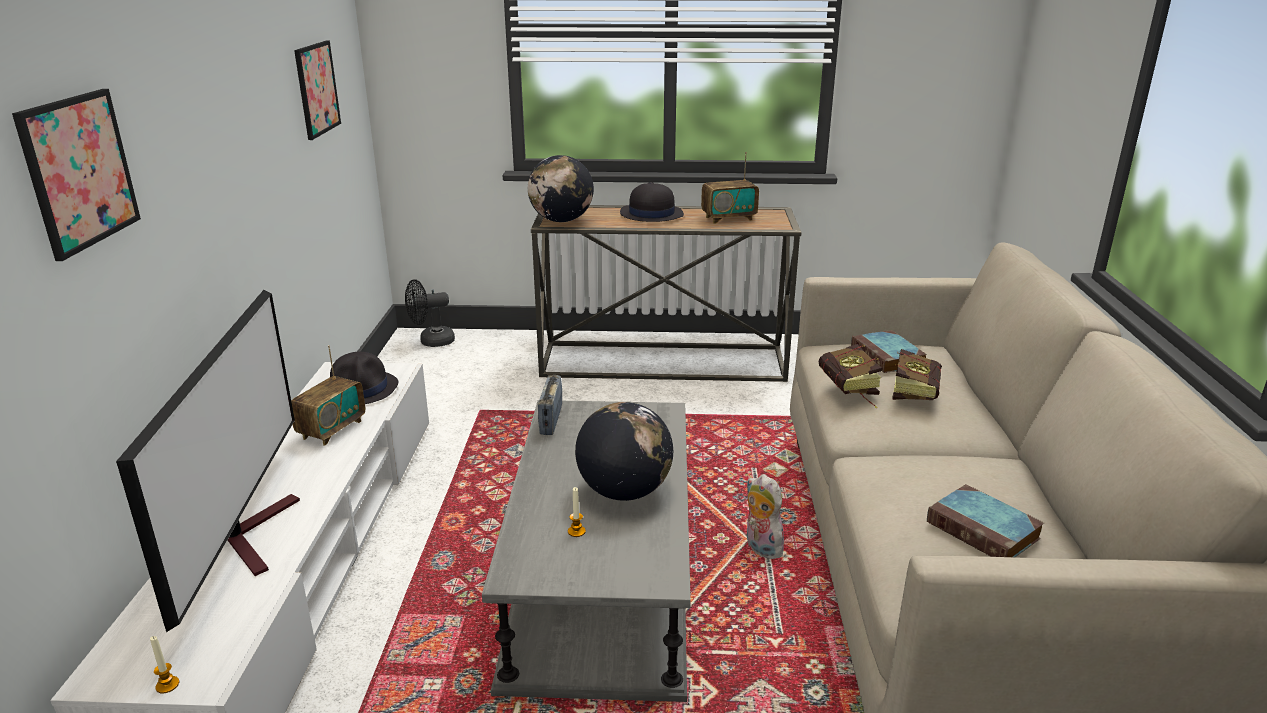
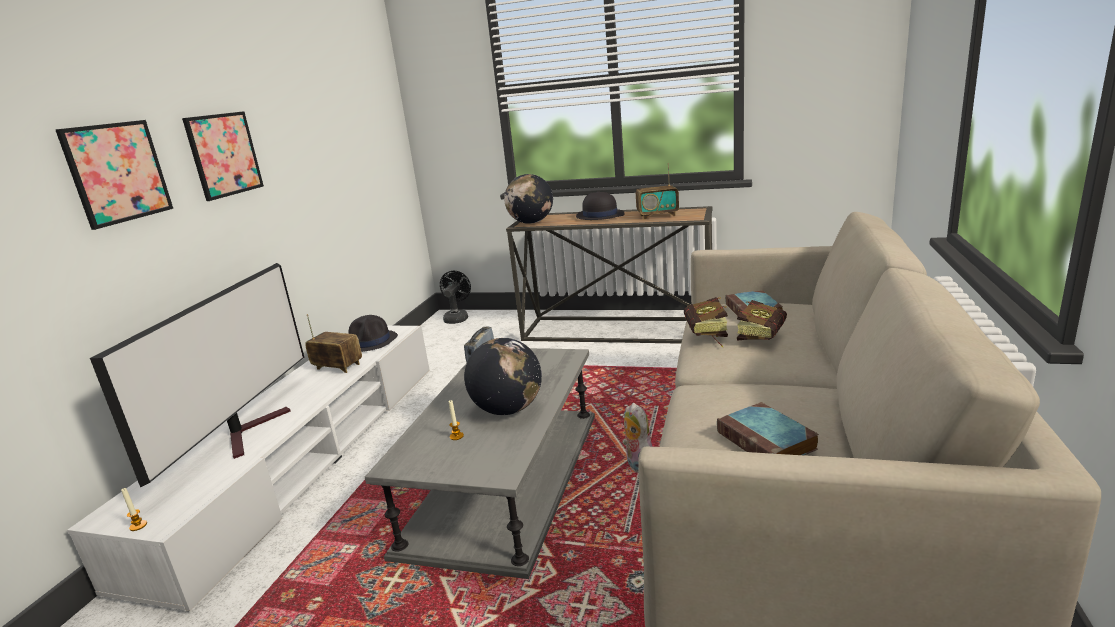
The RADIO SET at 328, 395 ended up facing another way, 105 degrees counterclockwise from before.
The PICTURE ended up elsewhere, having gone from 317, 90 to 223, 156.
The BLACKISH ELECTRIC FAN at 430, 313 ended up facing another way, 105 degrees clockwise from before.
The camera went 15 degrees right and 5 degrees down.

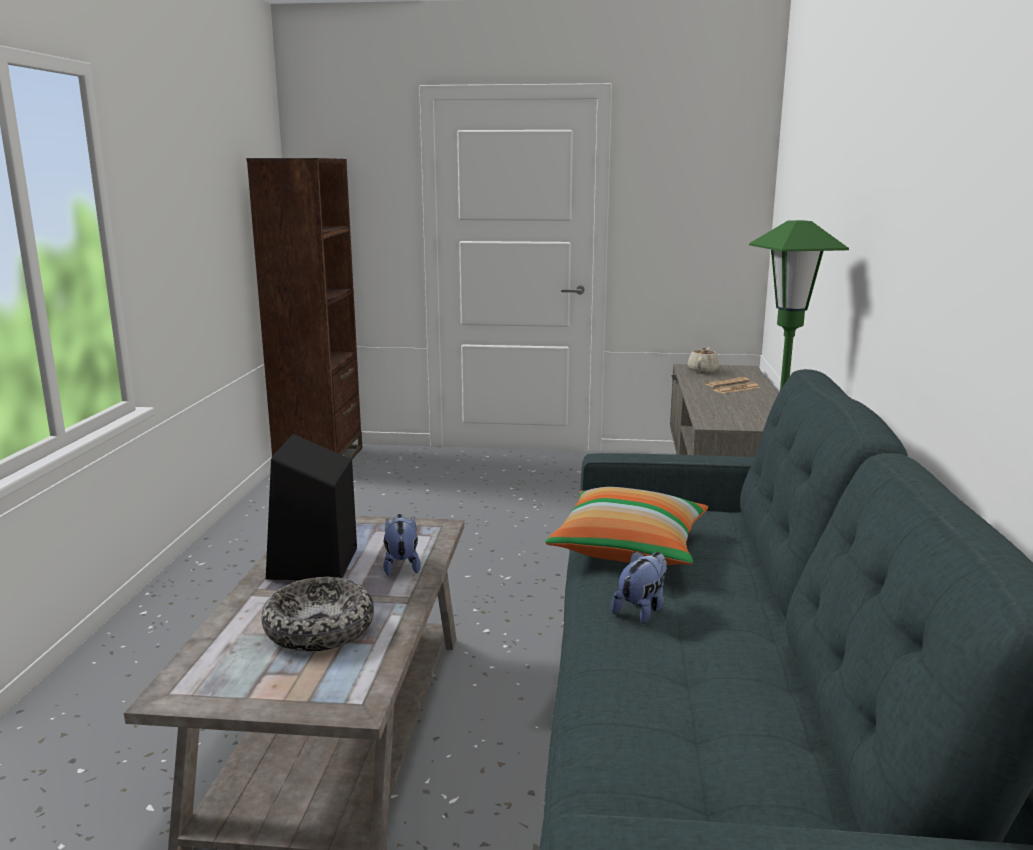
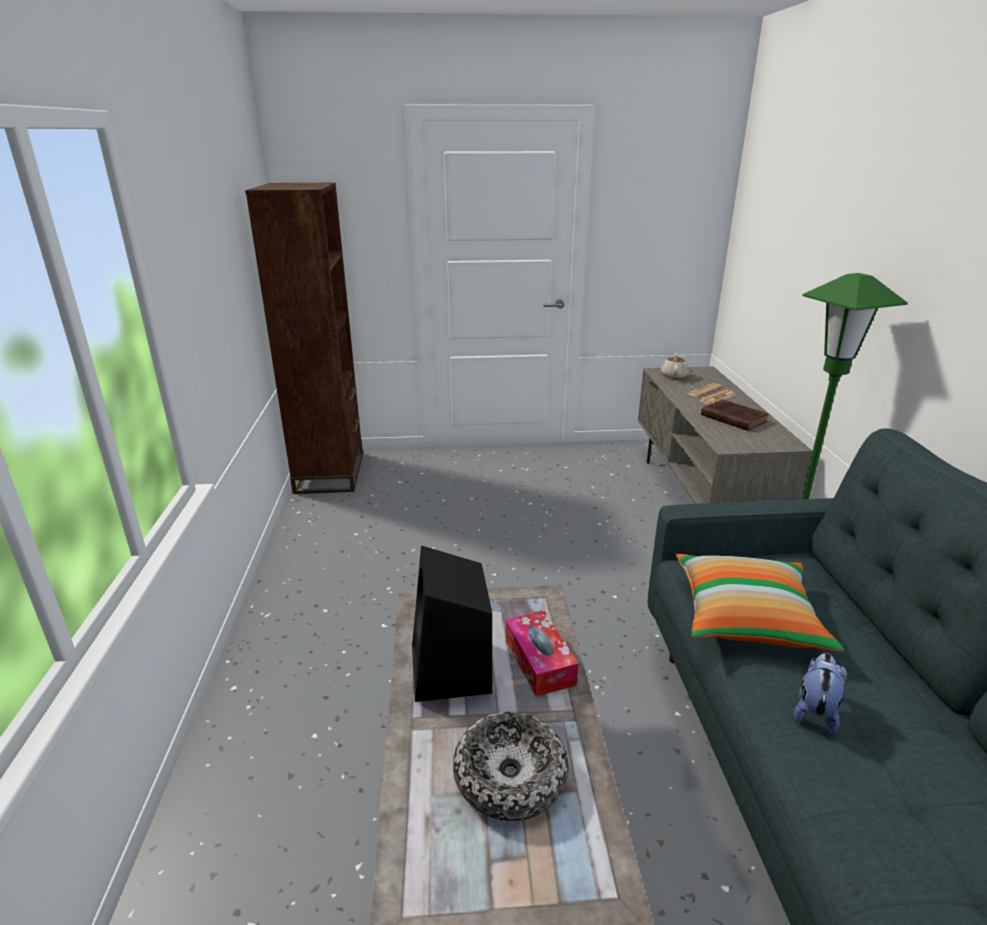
Where the CUDDLY TOY stood at 402, 544, the TISSUE BOX came to stand at 542, 654.
The second view gained the BROWNISH VOLUME at 734, 415.
The camera went 10 degrees left and 10 degrees up.

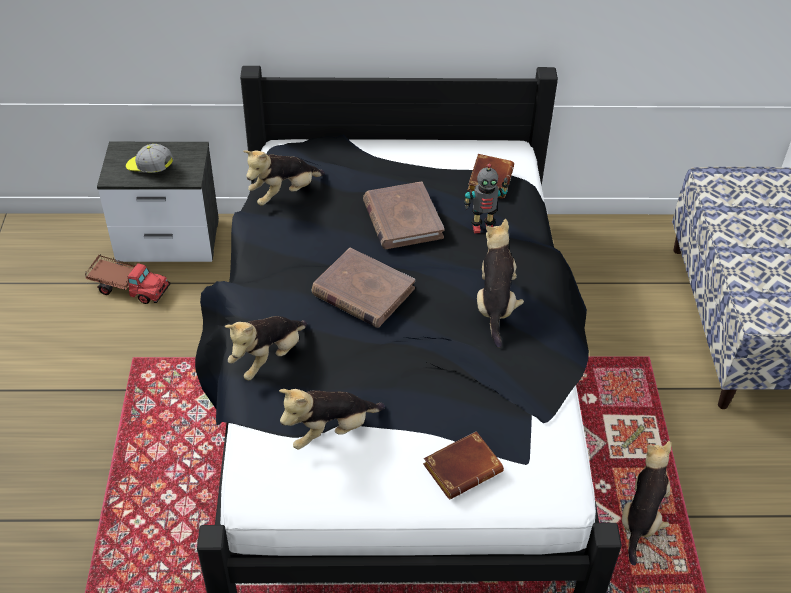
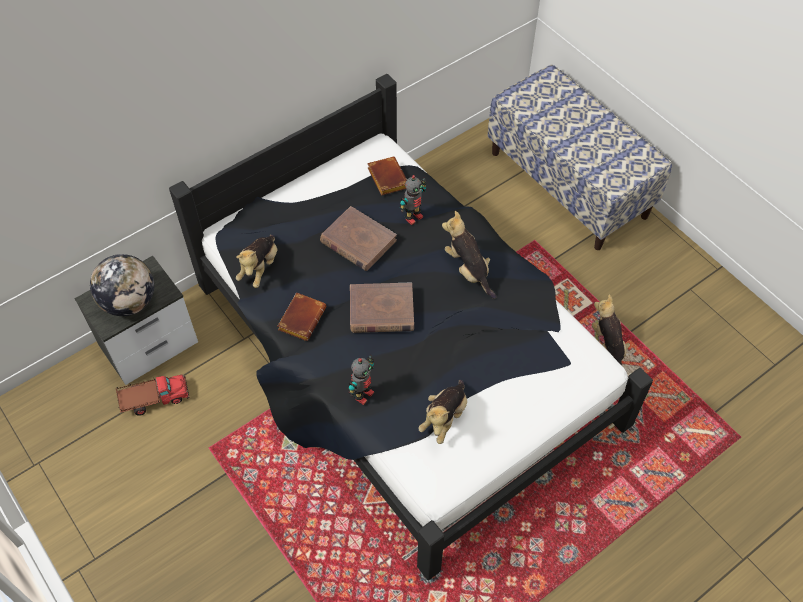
Where the BASEBALL CAP stood at 150, 158, the GLOBE came to stand at 122, 285.
Where the CUDDLY TOY stood at 266, 348, the ROBOT FIGURE came to stand at 361, 380.
The BROWNISH VOLUME ended up elsewhere, having gone from 463, 465 to 302, 316.
The camera went 35 degrees left and 10 degrees up.

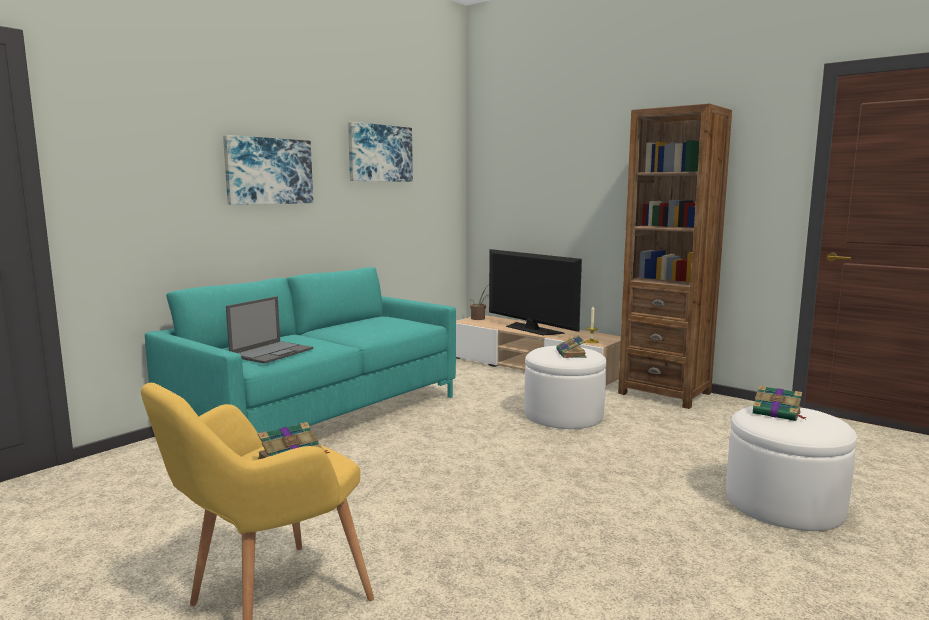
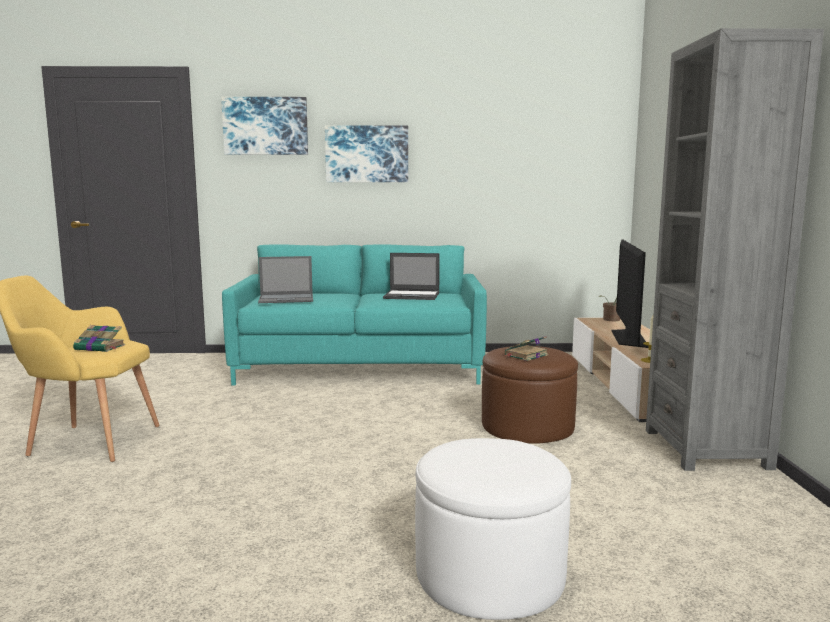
The PICTURE ended up elsewhere, having gone from 380, 152 to 264, 126.
What was the WHITE FOOTREST at 565, 387 turned into the BROWNISH FOOTREST at 530, 395.
What was the BROWNISH BOOKCASE at 675, 256 turned into the GREY BOOKCASE at 735, 249.
The second view lost the VOLUME at 779, 403.
The second view gained the LAPTOP at 411, 276.
The camera went 50 degrees right and 0 degrees up.

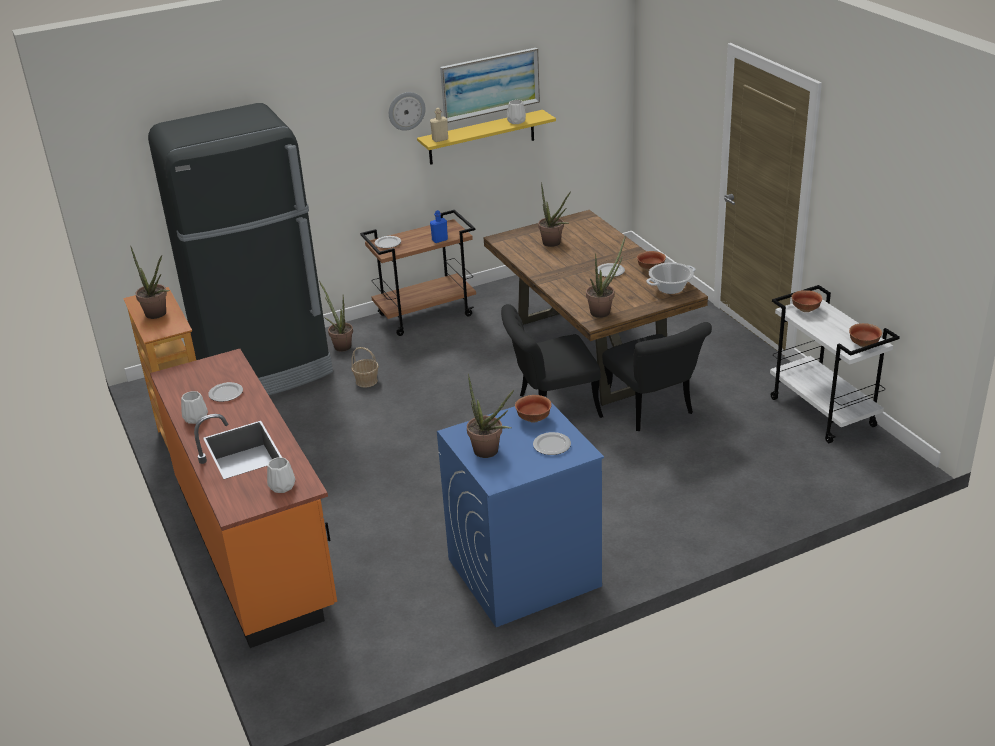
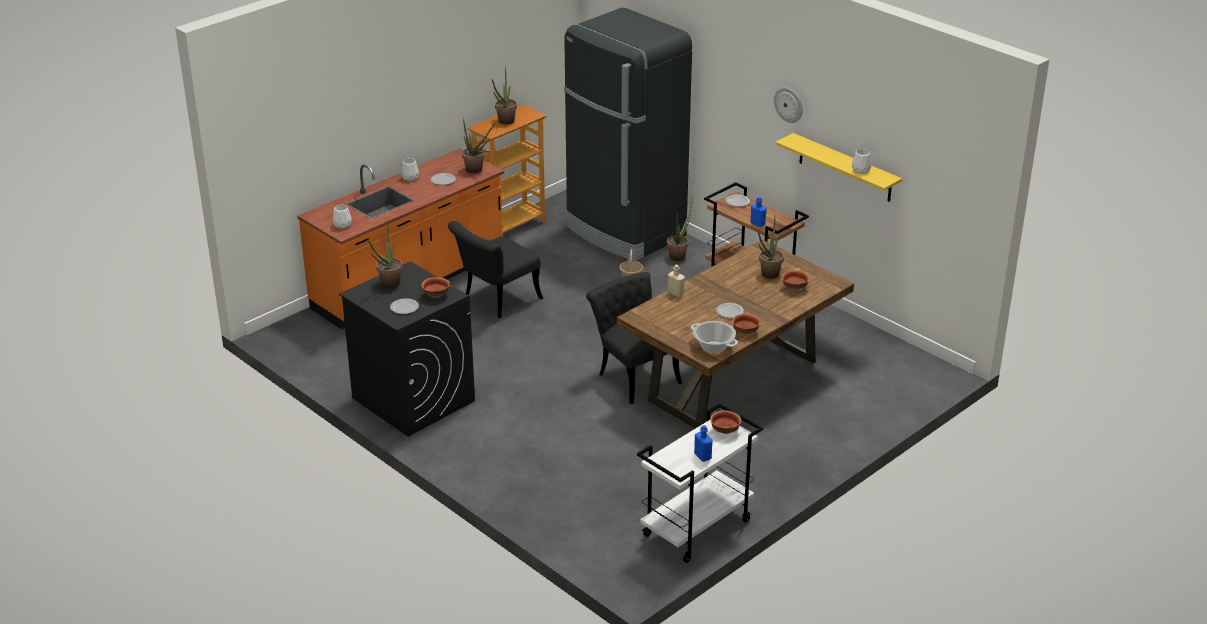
The BEIGE DRINK BOTTLE ended up elsewhere, having gone from 439, 125 to 676, 281.
What was the BLUISH WASHING MACHINE at 520, 512 turned into the BLACKISH WASHING MACHINE at 407, 349.
The second view lost the PICTURE at 490, 85.
The PLANT IN A POT ended up elsewhere, having gone from 606, 276 to 478, 146.
The BLACKISH PLAIN CHAIR ended up elsewhere, having gone from 657, 376 to 495, 269.
The DEEP DISH ended up elsewhere, having gone from 865, 335 to 795, 280.
The second view gained the BLUISH DRINK BOTTLE at 703, 443.
The camera went 70 degrees right and 0 degrees up.

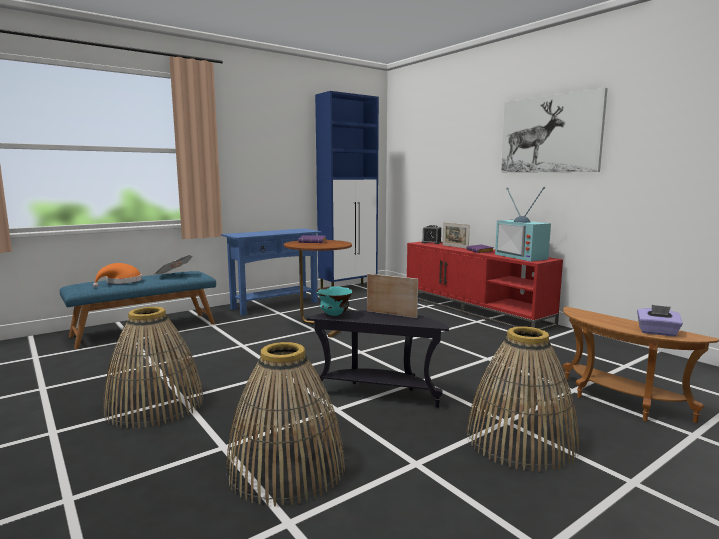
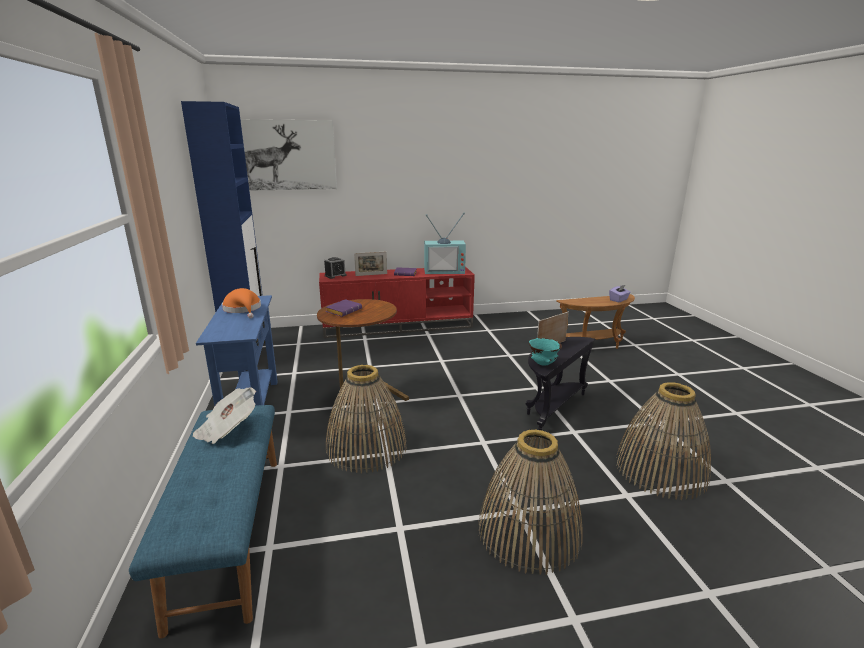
The ORANGE-COLOURED WEARABLE HAT ended up elsewhere, having gone from 117, 275 to 241, 303.
The HOUSEHOLD BASKET ended up elsewhere, having gone from 522, 399 to 366, 419.
The PICTURE ended up elsewhere, having gone from 554, 130 to 288, 155.
The camera went 65 degrees left and 10 degrees up.

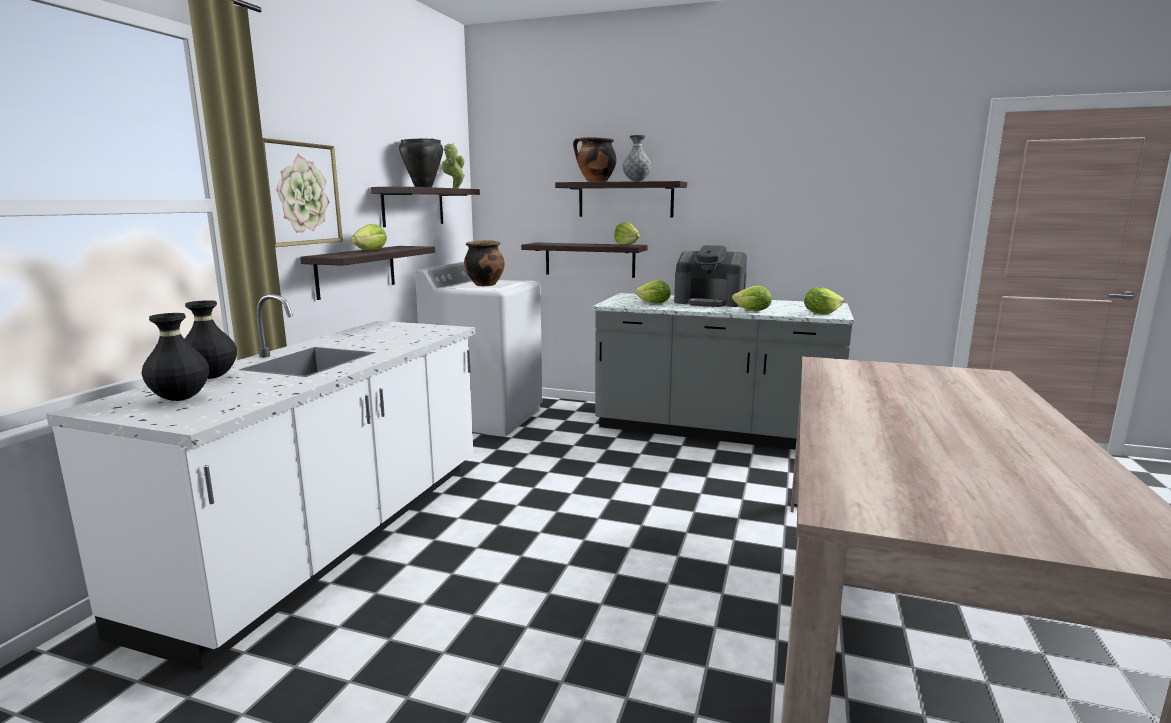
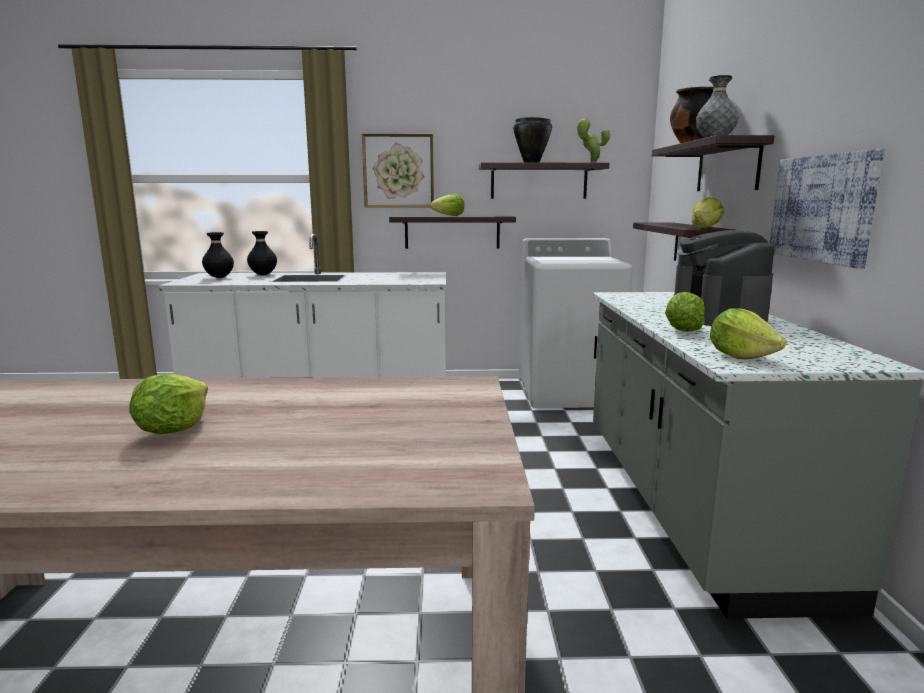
The second view lost the SAUCEPOT at 484, 263.
The HEAD OF LETTUCE ended up elsewhere, having gone from 653, 292 to 168, 403.
The second view gained the PICTURE at 827, 209.
The camera went 70 degrees right and 0 degrees up.

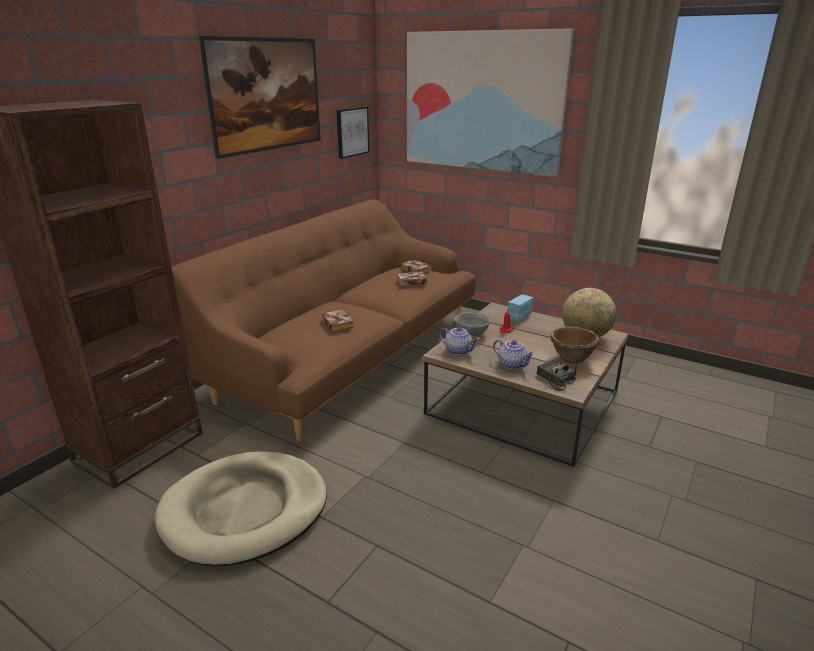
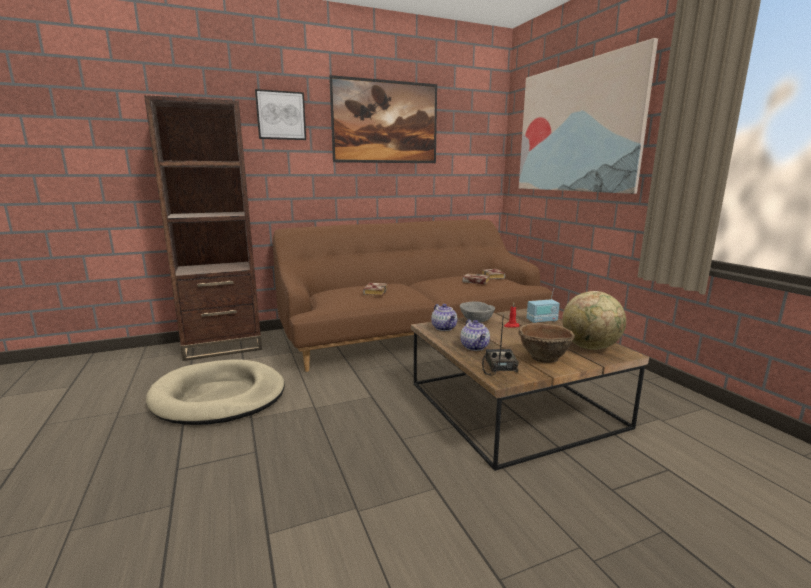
The PICTURE ended up elsewhere, having gone from 352, 133 to 280, 114.
The camera went 35 degrees right and 10 degrees down.

